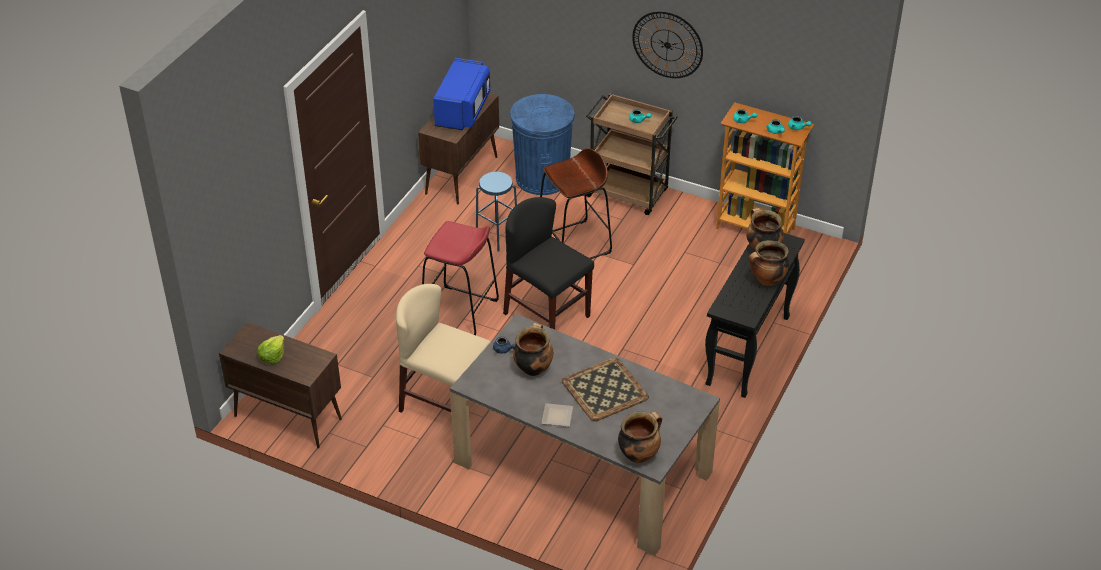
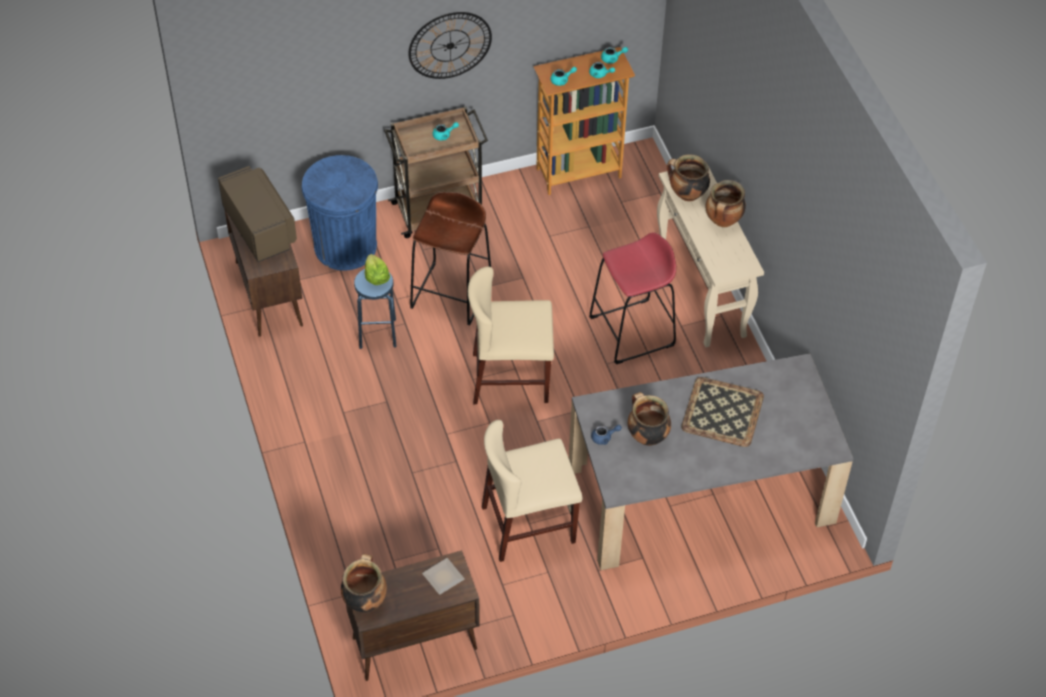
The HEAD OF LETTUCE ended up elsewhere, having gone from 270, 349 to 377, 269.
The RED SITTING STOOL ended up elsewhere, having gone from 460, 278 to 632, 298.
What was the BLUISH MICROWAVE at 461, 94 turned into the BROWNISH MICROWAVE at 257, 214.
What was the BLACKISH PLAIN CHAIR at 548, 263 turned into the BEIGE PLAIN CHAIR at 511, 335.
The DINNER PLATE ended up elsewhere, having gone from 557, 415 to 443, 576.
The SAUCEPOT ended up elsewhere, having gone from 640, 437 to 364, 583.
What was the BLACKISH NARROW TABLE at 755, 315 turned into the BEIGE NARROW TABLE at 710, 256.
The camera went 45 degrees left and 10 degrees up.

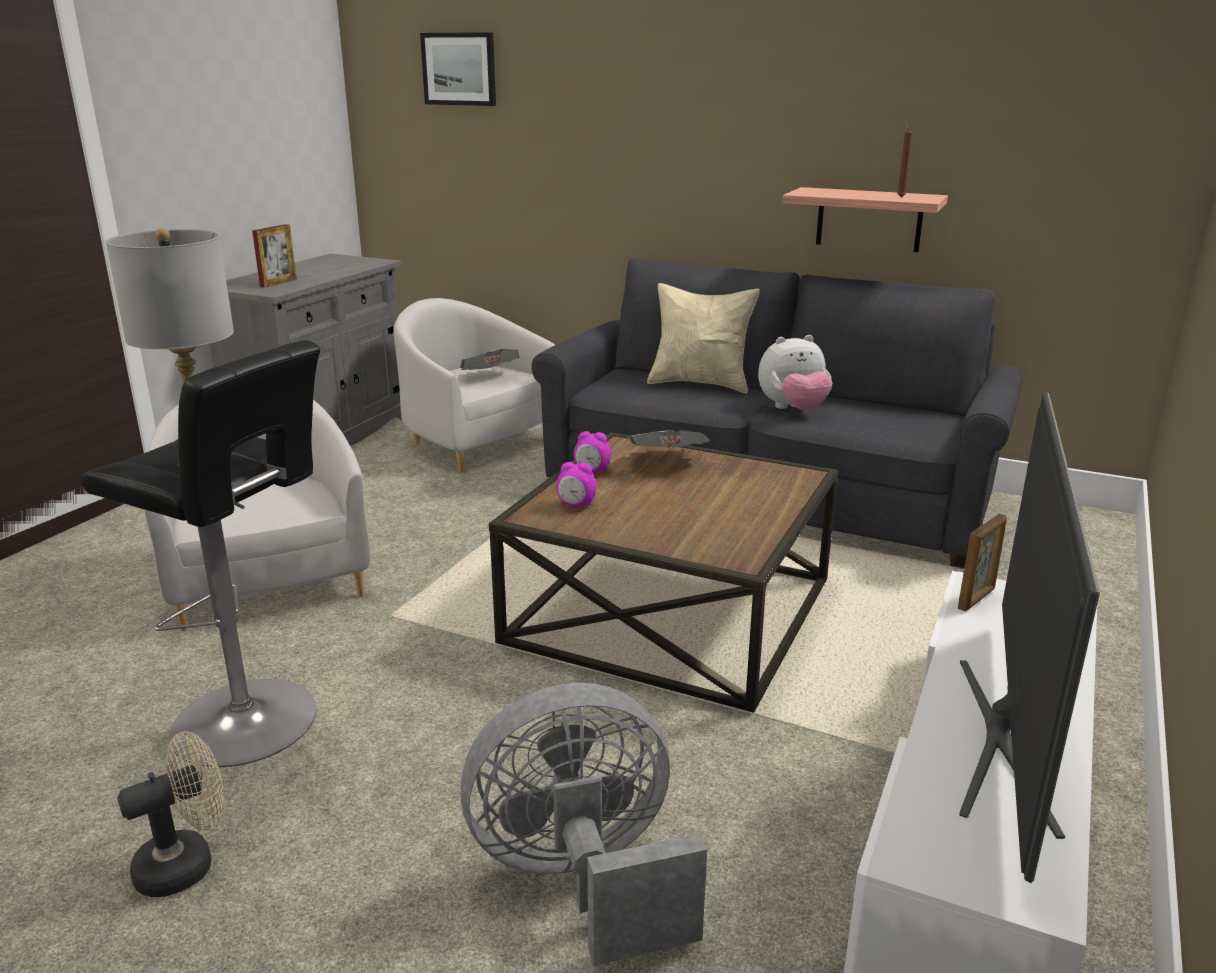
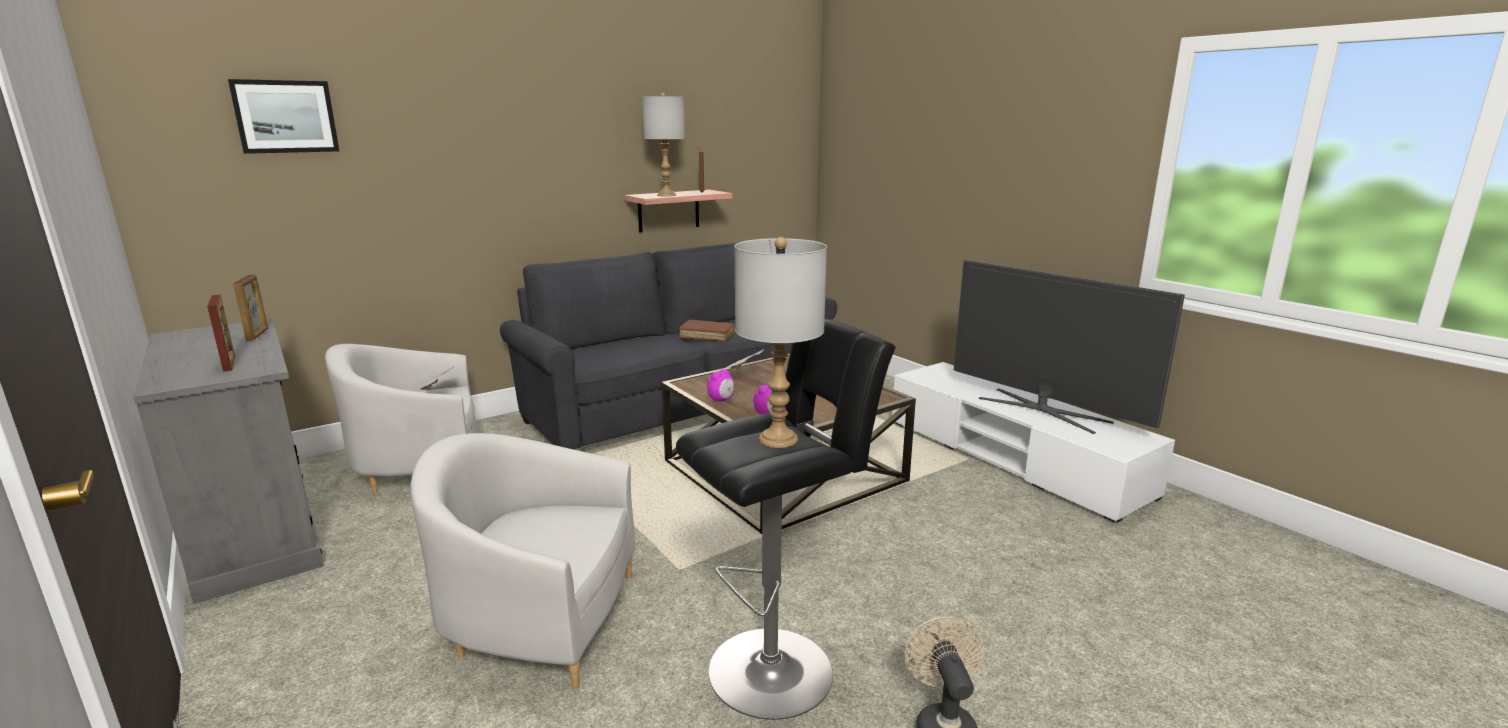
The second view lost the GREY ELECTRIC FAN at 584, 824.
The second view lost the BEIGE THROW PILLOW at 703, 338.
Where the CUDDLY TOY stood at 795, 372, the BROWNISH VOLUME came to stand at 707, 331.
The PHOTO FRAME ended up elsewhere, having gone from 982, 562 to 250, 307.
The second view gained the GREY TABLE LAMP at 663, 144.
The camera went 60 degrees left and 5 degrees down.

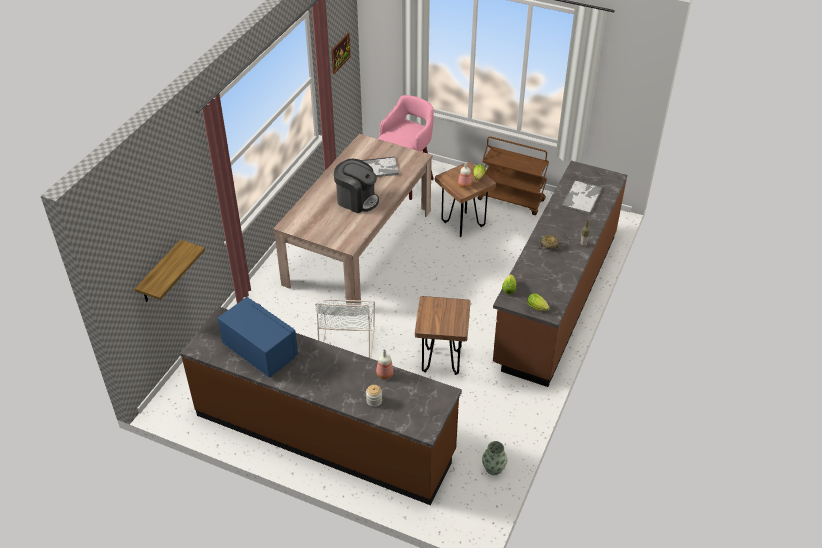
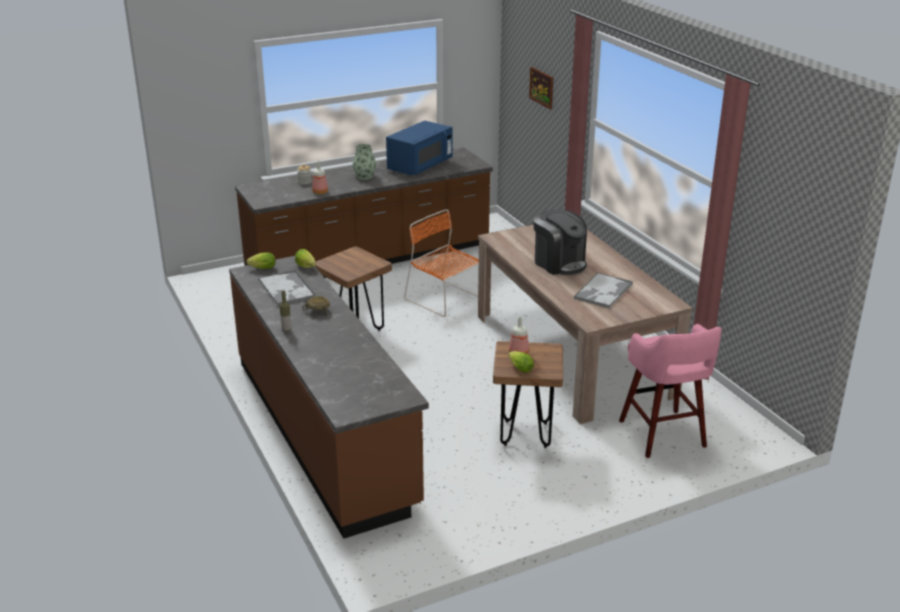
The second view lost the WALL SHELF at 170, 271.
The BLUISH MICROWAVE at 258, 337 ended up facing another way, 45 degrees counterclockwise from before.
What was the WHITE PLAIN CHAIR at 345, 328 turned into the ORANGE-COLOURED PLAIN CHAIR at 441, 263.
The PICTURE ended up elsewhere, having gone from 341, 53 to 541, 88.
The COFFEE MACHINE at 356, 186 ended up facing another way, 105 degrees counterclockwise from before.
The second view lost the BROWNISH WHEELED CART at 513, 175.
The VASE ended up elsewhere, having gone from 494, 458 to 364, 162.
The SERVING TRAY ended up elsewhere, having gone from 582, 197 to 286, 288.
The camera went 130 degrees right and 15 degrees down.

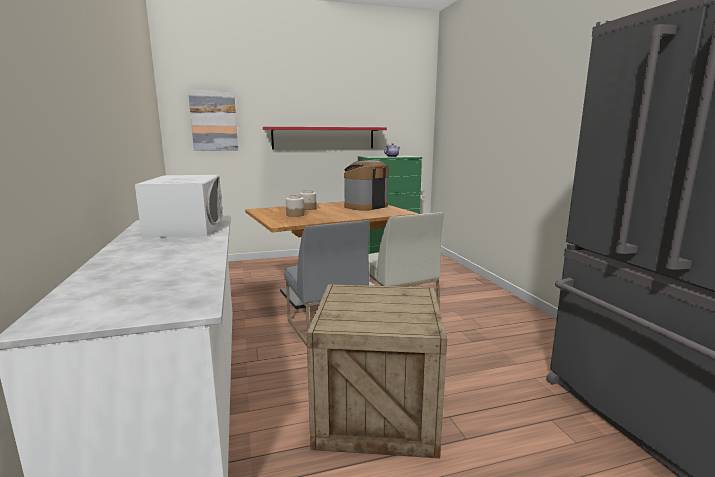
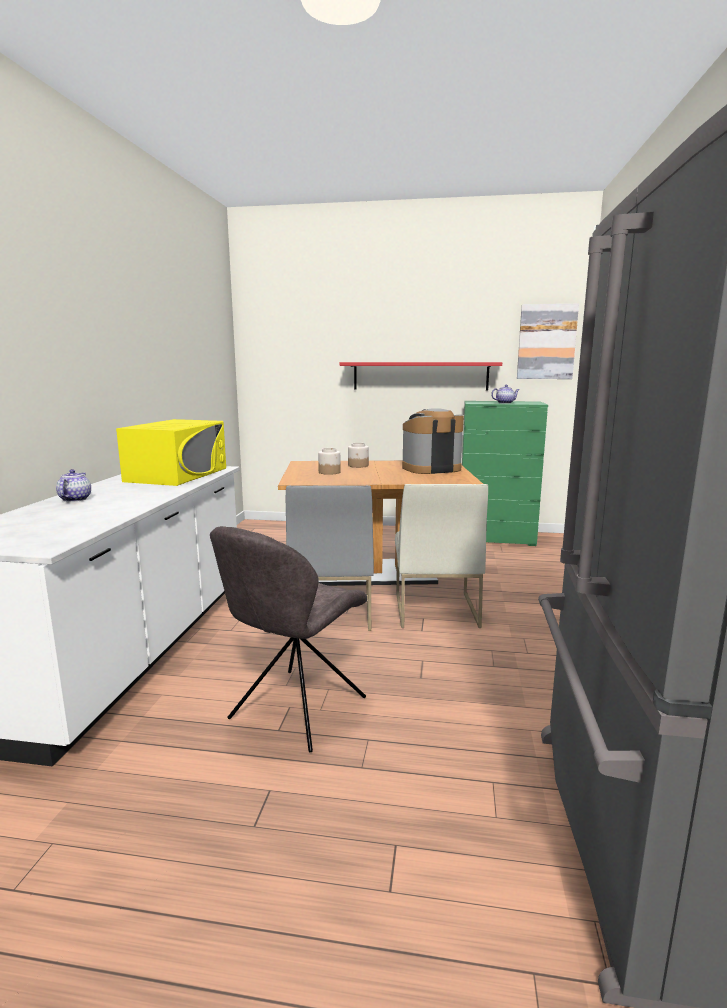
What was the WHITE MICROWAVE at 179, 206 turned into the YELLOW MICROWAVE at 171, 452.
The PICTURE ended up elsewhere, having gone from 213, 120 to 548, 341.
Where the PACKING CRATE stood at 376, 371, the GREY PLAIN CHAIR came to stand at 288, 639.
The second view gained the TEAPOT at 73, 485.
The camera went 25 degrees right and 0 degrees up.

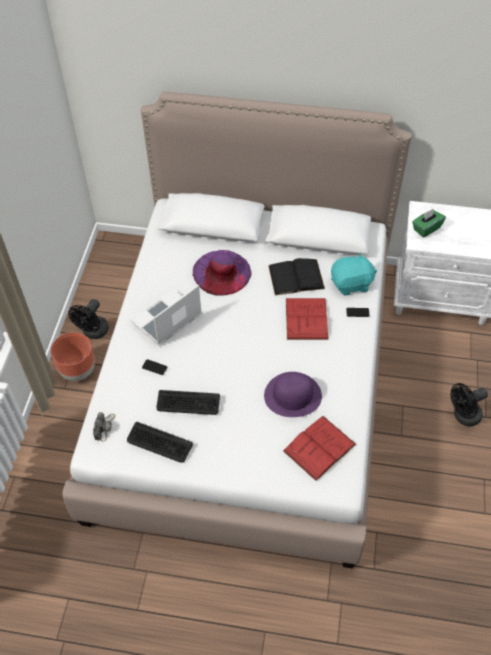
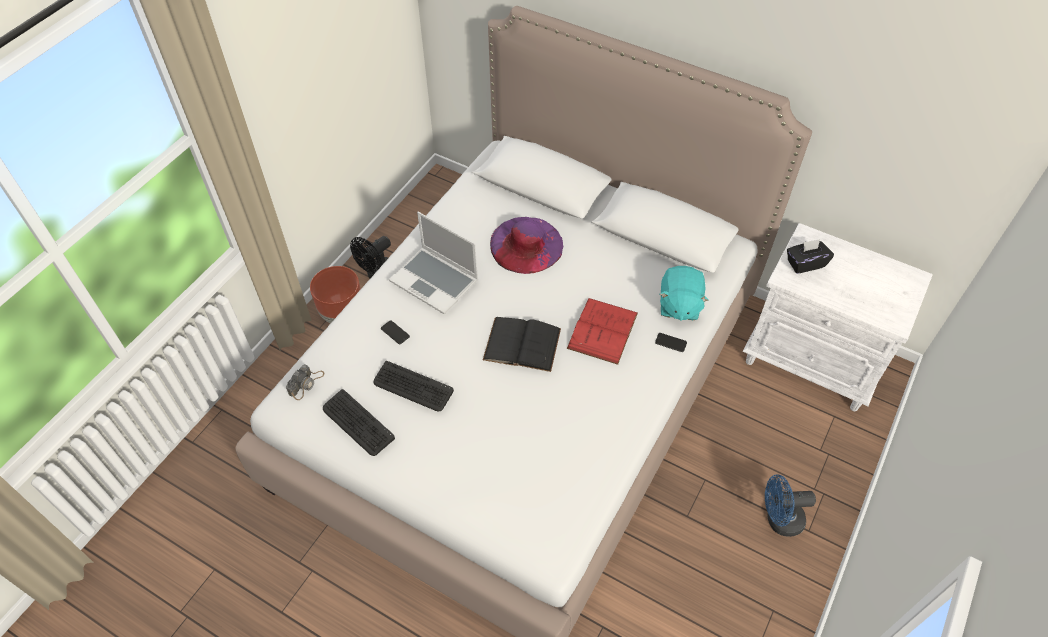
The LAPTOP at 166, 315 ended up facing another way, 120 degrees counterclockwise from before.
The second view lost the PURPLE WEARABLE HAT at 293, 394.
The BLACKISH VOLUME ended up elsewhere, having gone from 296, 276 to 522, 344.
The second view lost the RED VOLUME at 319, 448.
The BLUE-GREEN CUDDLY TOY at 354, 274 ended up facing another way, 90 degrees clockwise from before.
What was the GREEN-COLOURED TISSUE BOX at 429, 223 turned into the BLACKISH TISSUE BOX at 810, 256.
What was the BLACKISH ELECTRIC FAN at 469, 404 turned into the BLUISH ELECTRIC FAN at 790, 505.
The camera went 20 degrees right and 0 degrees up.

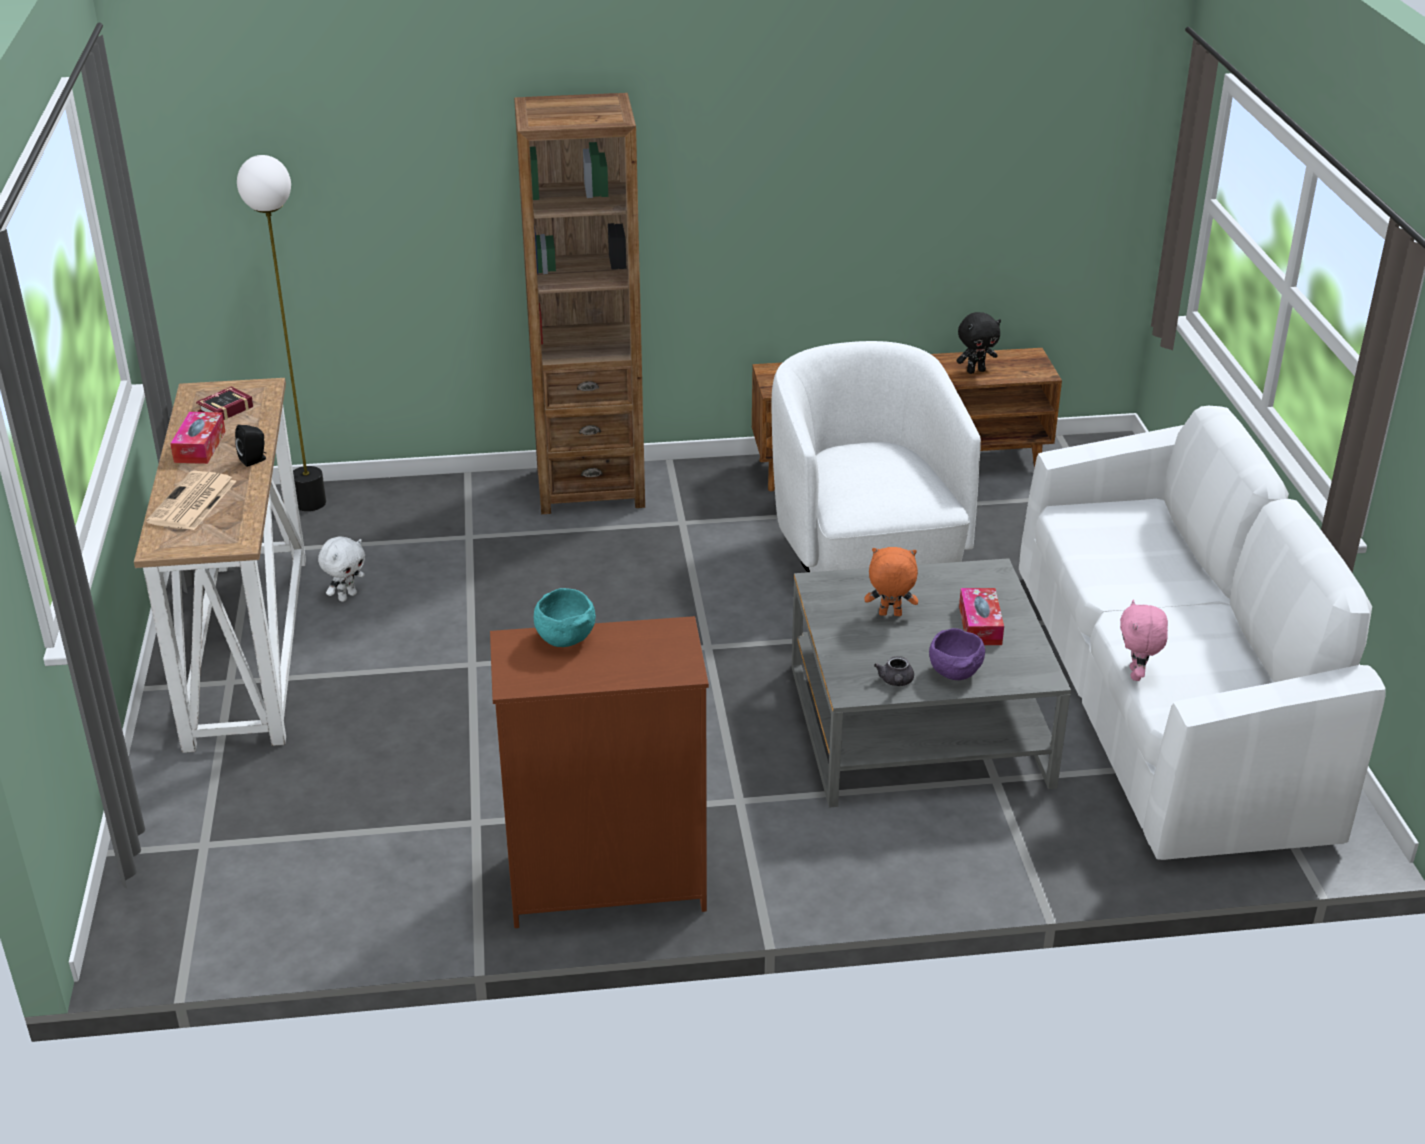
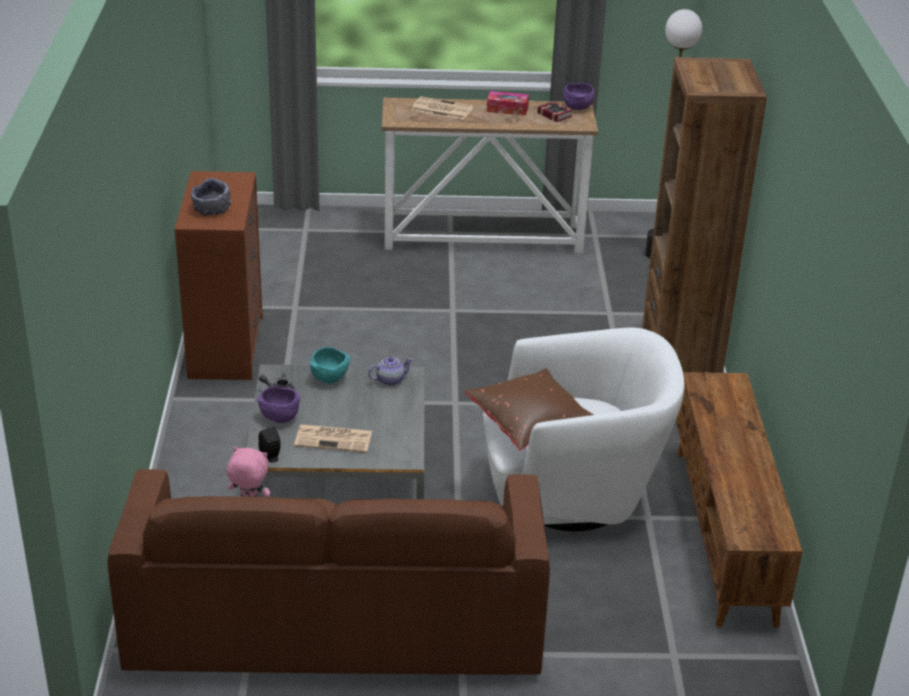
The BLACKISH SPEAKER ended up elsewhere, having gone from 250, 446 to 269, 444.
The second view lost the WHITE CUDDLY TOY at 341, 569.
The BLUE-GREEN DEEP DISH ended up elsewhere, having gone from 565, 617 to 330, 365.
The second view lost the ORANGE-COLOURED CUDDLY TOY at 891, 581.
The second view lost the BLACKISH CUDDLY TOY at 978, 343.
Where the TISSUE BOX stood at 981, 616, the NEWSPAPER came to stand at 333, 438.
What was the WHITE COUCH at 1202, 633 turned into the BROWNISH COUCH at 328, 572.
The second view gained the GREY DEEP DISH at 211, 197.
The second view gained the TEAPOT at 390, 371.
The second view gained the BROWNISH THROW PILLOW at 529, 409.
The second view gained the PURPLE DEEP DISH at 579, 96.
The camera went 95 degrees right and 0 degrees up.

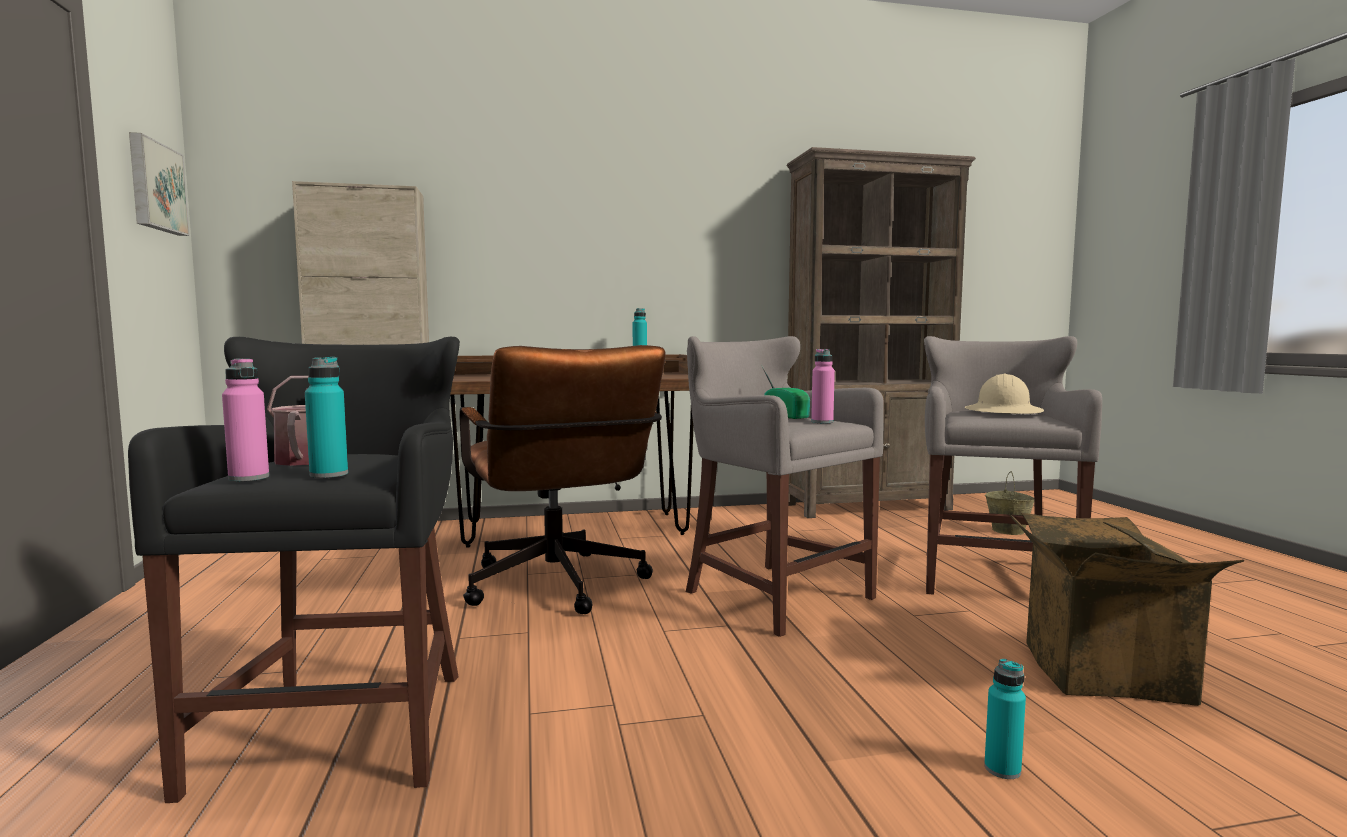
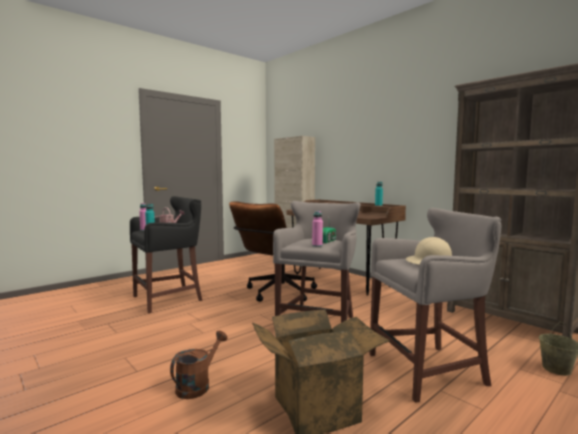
The second view lost the PICTURE at 159, 184.
Where the BLUE-GREEN DRINK BOTTLE stood at 1005, 719, the BROWNISH WATERING POT came to stand at 198, 365.
The camera went 60 degrees right and 0 degrees up.

